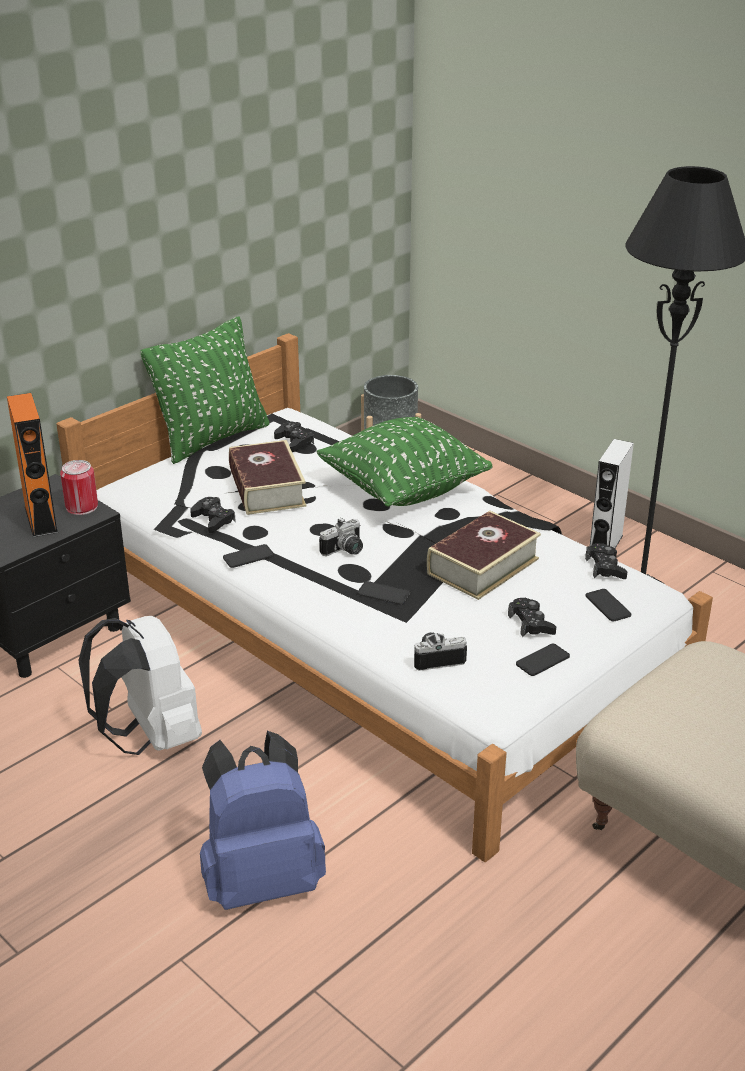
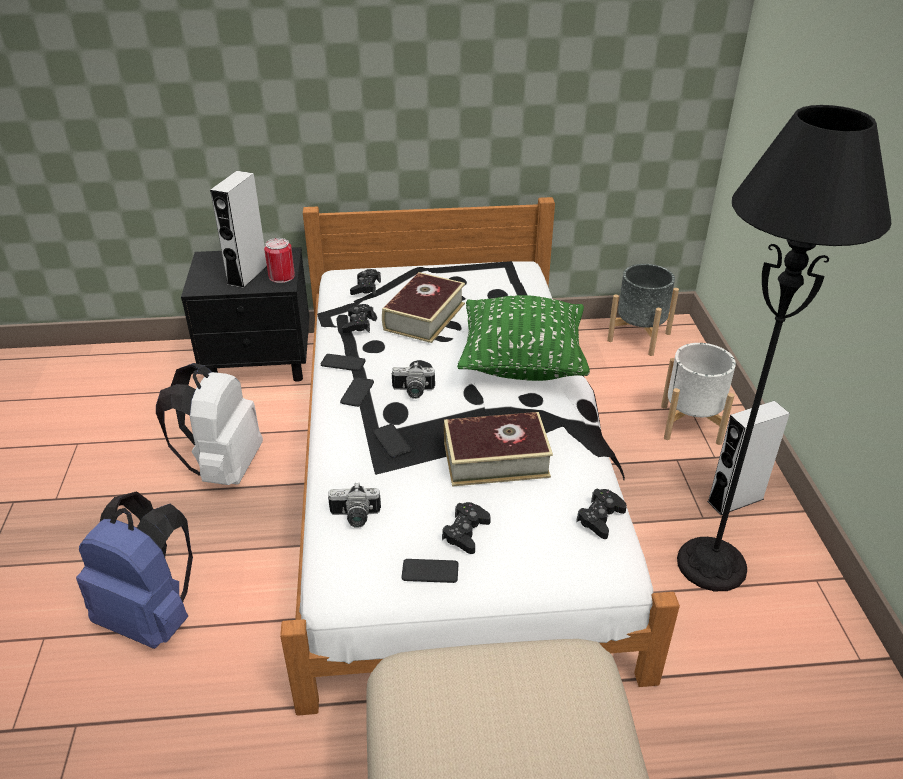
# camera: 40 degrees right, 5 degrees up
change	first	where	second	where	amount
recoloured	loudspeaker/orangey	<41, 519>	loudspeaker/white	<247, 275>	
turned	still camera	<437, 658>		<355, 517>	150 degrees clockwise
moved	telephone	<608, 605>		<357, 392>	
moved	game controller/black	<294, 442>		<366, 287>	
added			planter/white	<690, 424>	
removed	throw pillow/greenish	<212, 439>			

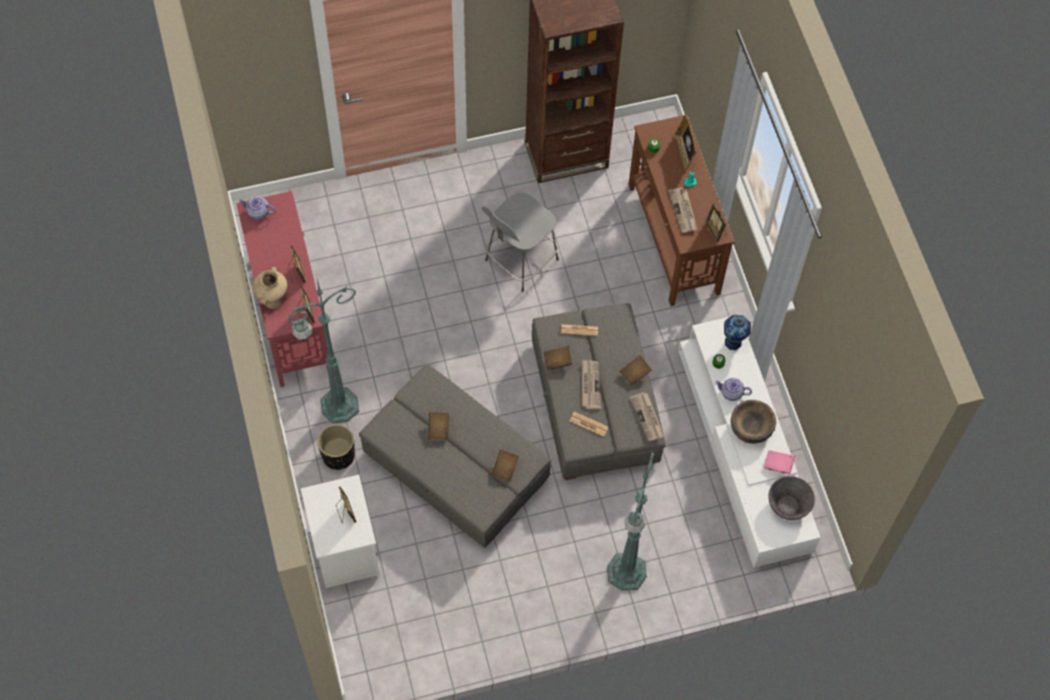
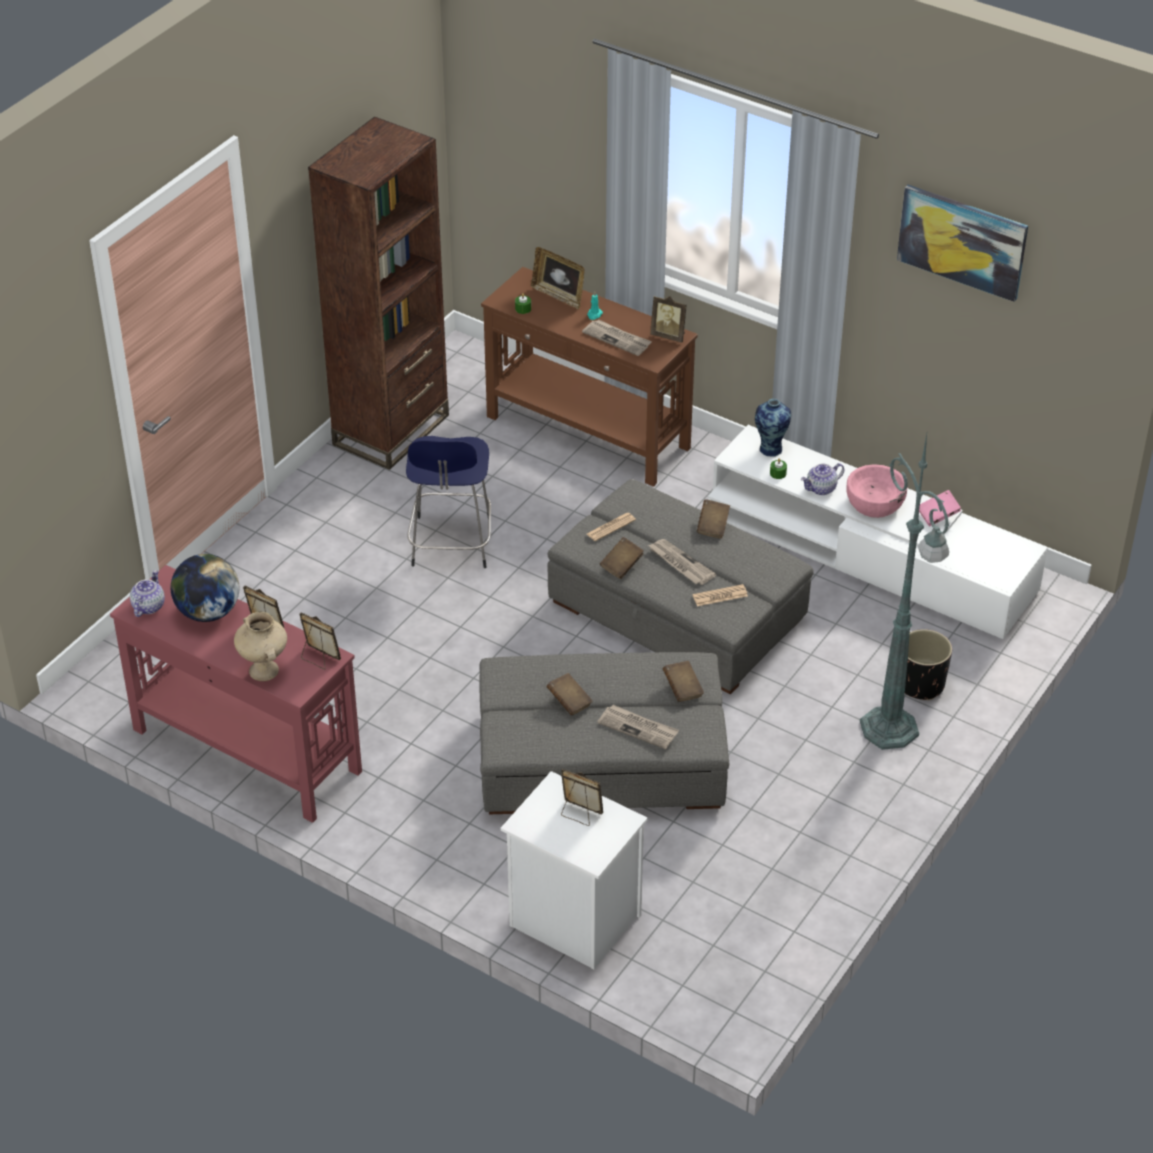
# camera: 40 degrees left, 20 degrees down
change	first	where	second	where	amount
turned	teapot	<258, 212>		<148, 606>	135 degrees clockwise
added			desk globe	<208, 612>	
recoloured	stool seat/gray	<519, 261>	stool seat/blue-coloured	<451, 545>	
moved	daily paper	<647, 417>		<638, 728>	
recoloured	bowl/brown	<751, 427>	bowl/pinkish	<875, 503>	
added			wall art	<962, 241>	
moved	planter/black	<338, 455>		<921, 685>	
removed	standing lamp/greenish	<337, 406>			
removed	bowl/gray	<788, 505>			

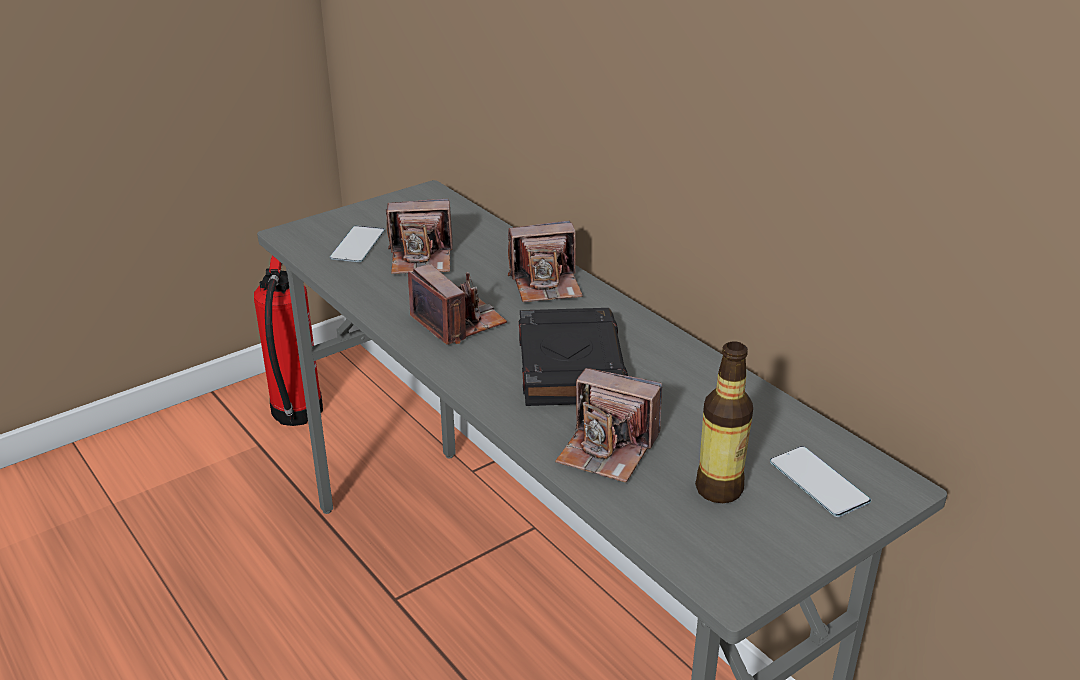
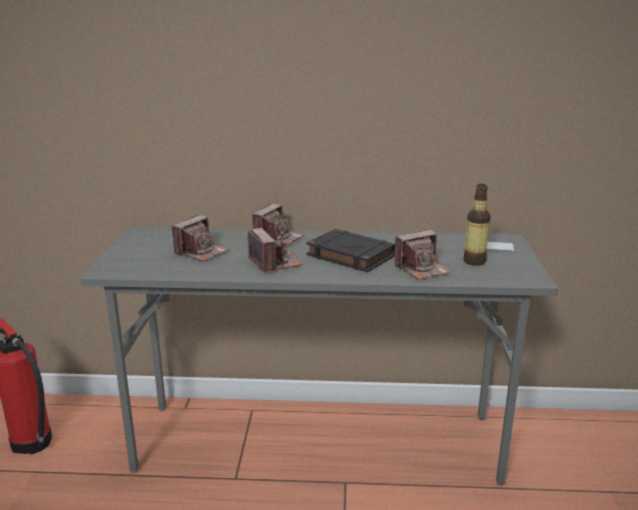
# camera: 50 degrees left, 10 degrees down
change	first	where	second	where	amount
turned	still camera	<458, 322>		<275, 263>	60 degrees clockwise
removed	telephone	<357, 244>			

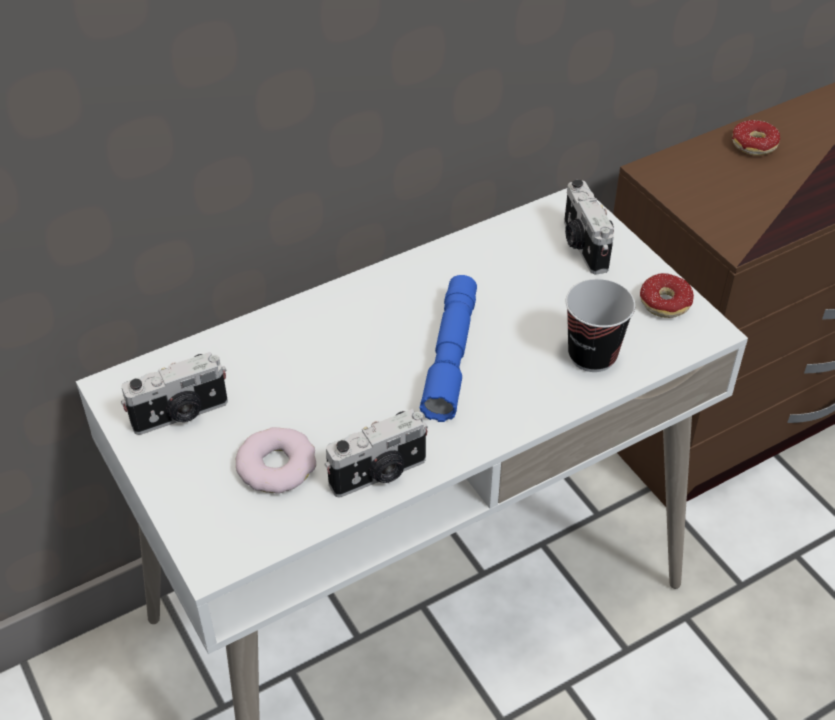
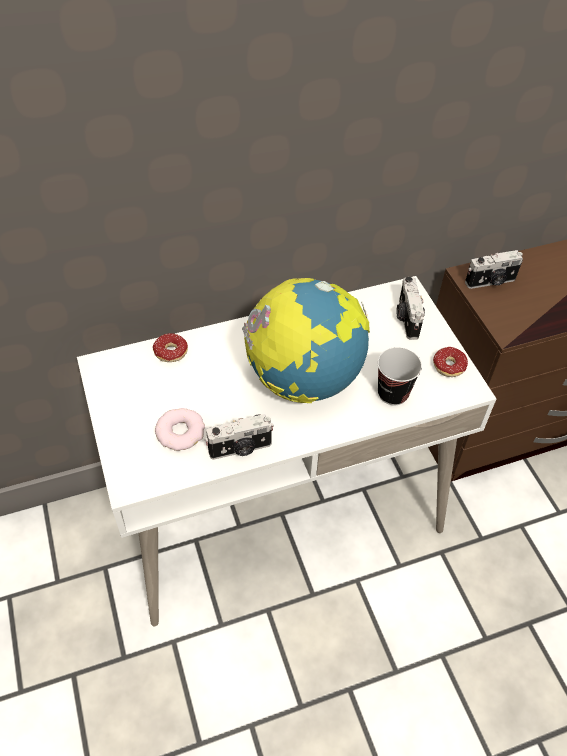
# camera: 10 degrees right, 5 degrees up
change	first	where	second	where	amount
moved	doughnut	<756, 150>		<169, 357>	
replaced	flashlight/blue-coloured	<450, 356>	desk globe	<304, 379>	
moved	still camera	<181, 415>		<491, 282>	

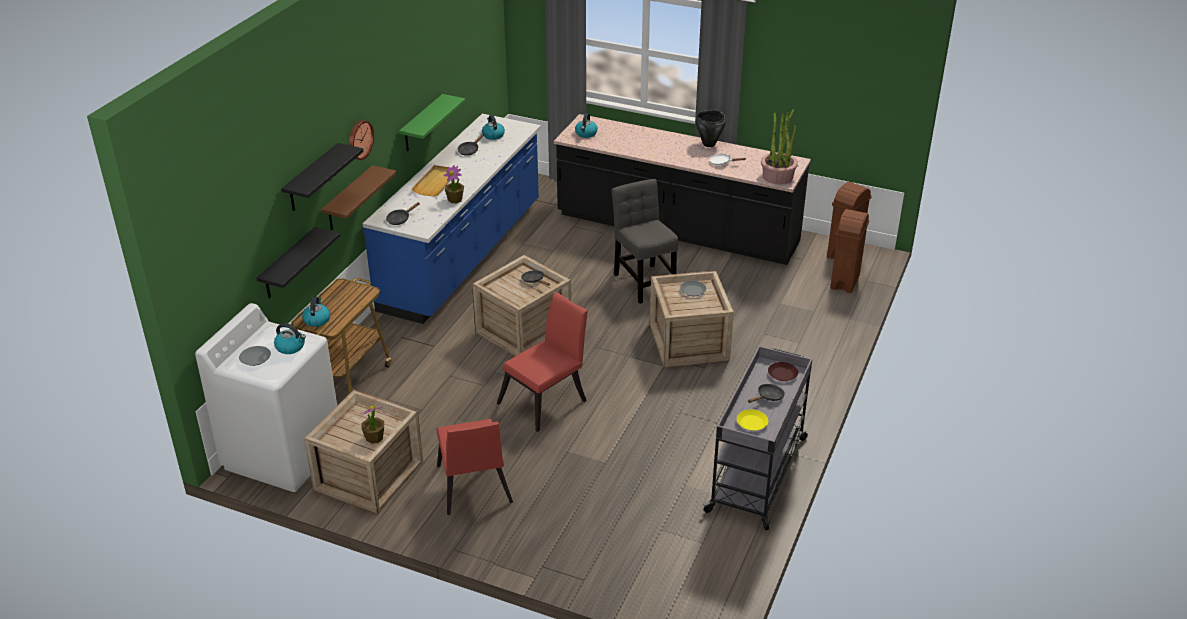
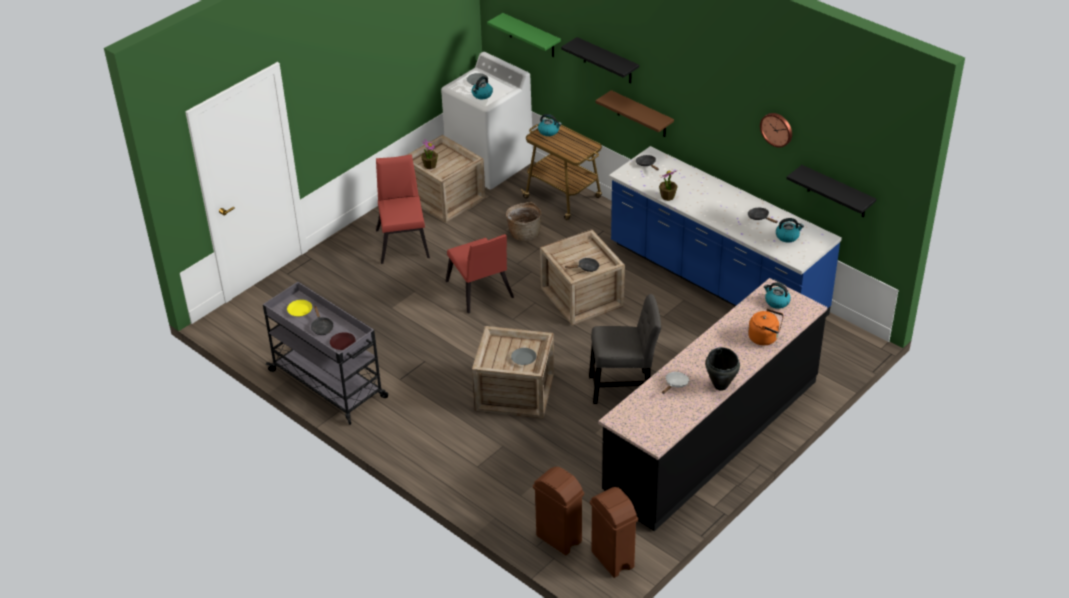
# camera: 110 degrees right, 5 degrees up
change	first	where	second	where	amount
turned	upright chair/red	<473, 489>		<403, 241>	75 degrees clockwise
moved	shelf/greenish	<422, 124>		<531, 36>	
added			basket	<524, 233>	
added			kettle/orangey	<765, 338>	
moved	hanging clock	<359, 139>		<777, 129>	
moved	shelf/black	<288, 264>		<837, 192>	
removed	tray/beige-coloured	<436, 182>			
removed	potted plant	<778, 176>			

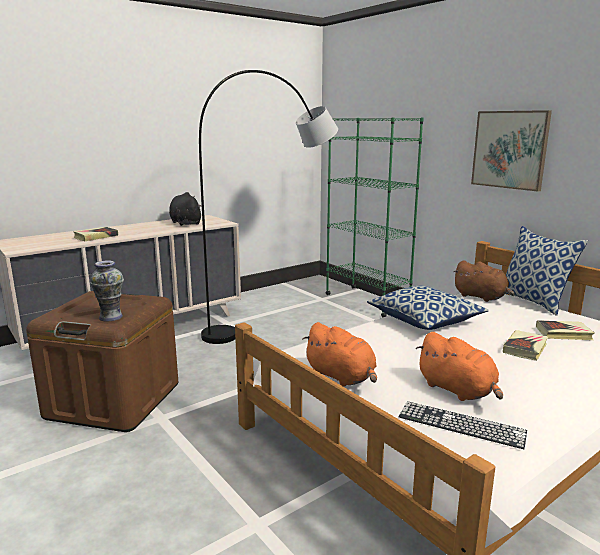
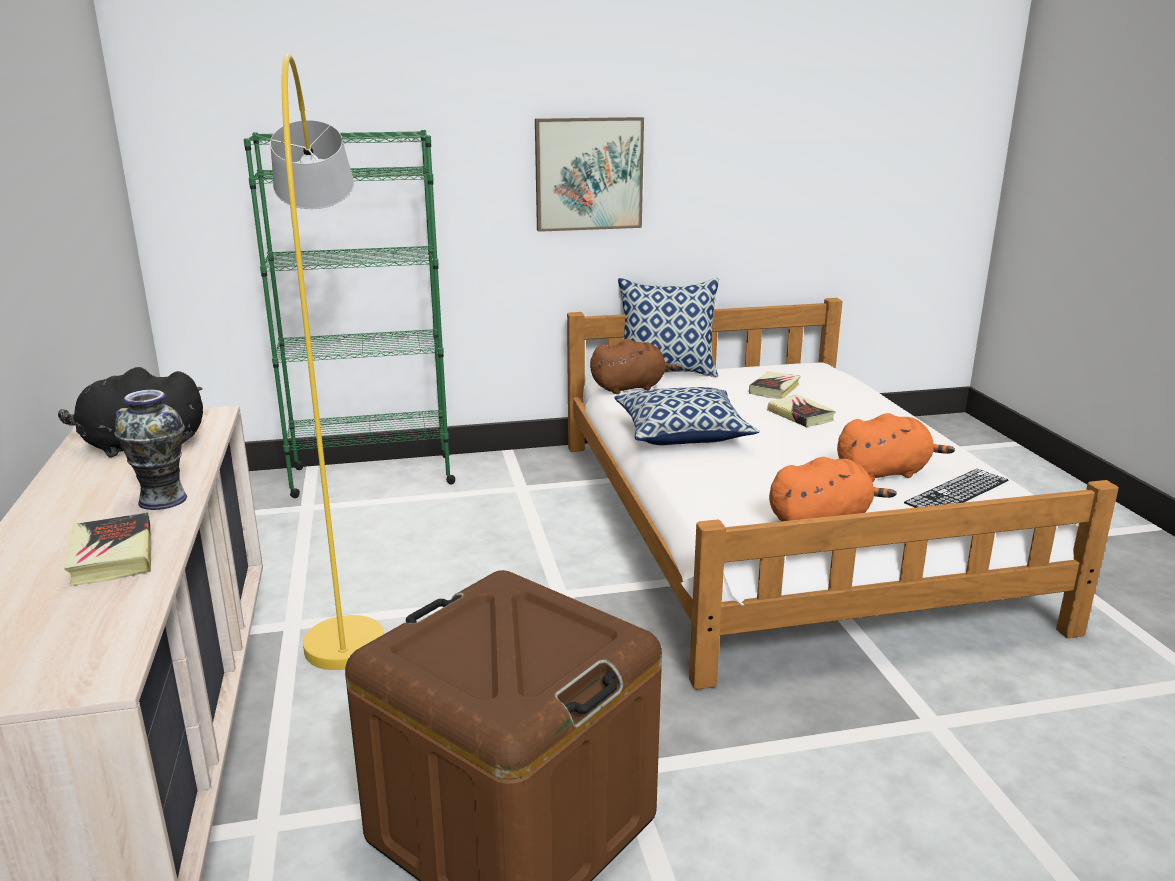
# camera: 65 degrees left, 5 degrees up
change	first	where	second	where	amount
moved	flower vase	<110, 317>		<162, 500>	
recoloured	standing lamp/gray	<275, 321>	standing lamp/yellow-coloured	<347, 573>	

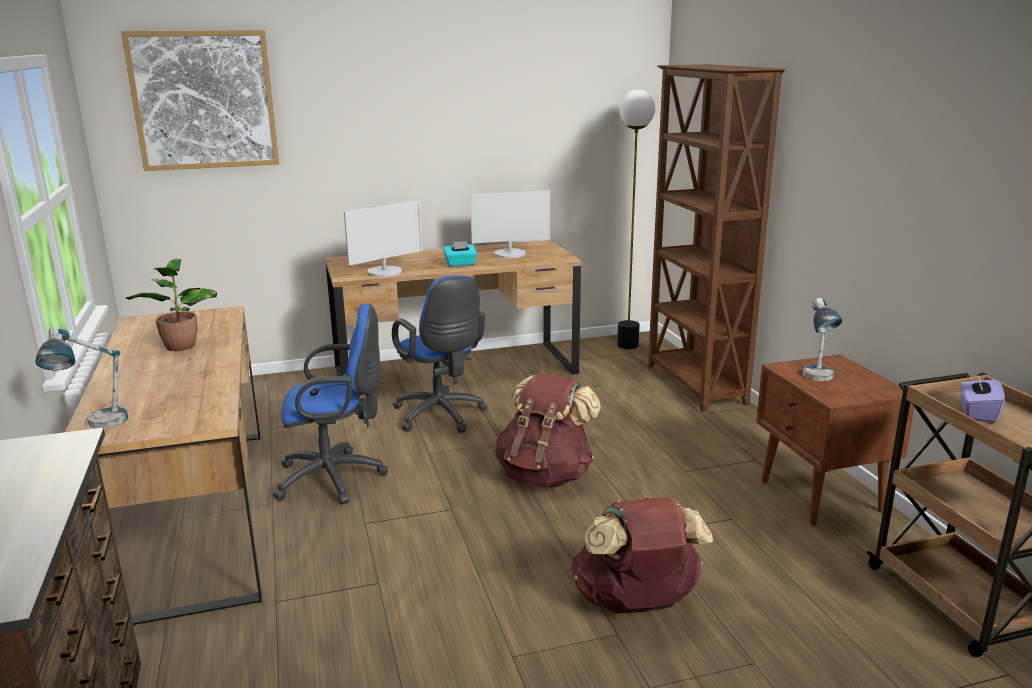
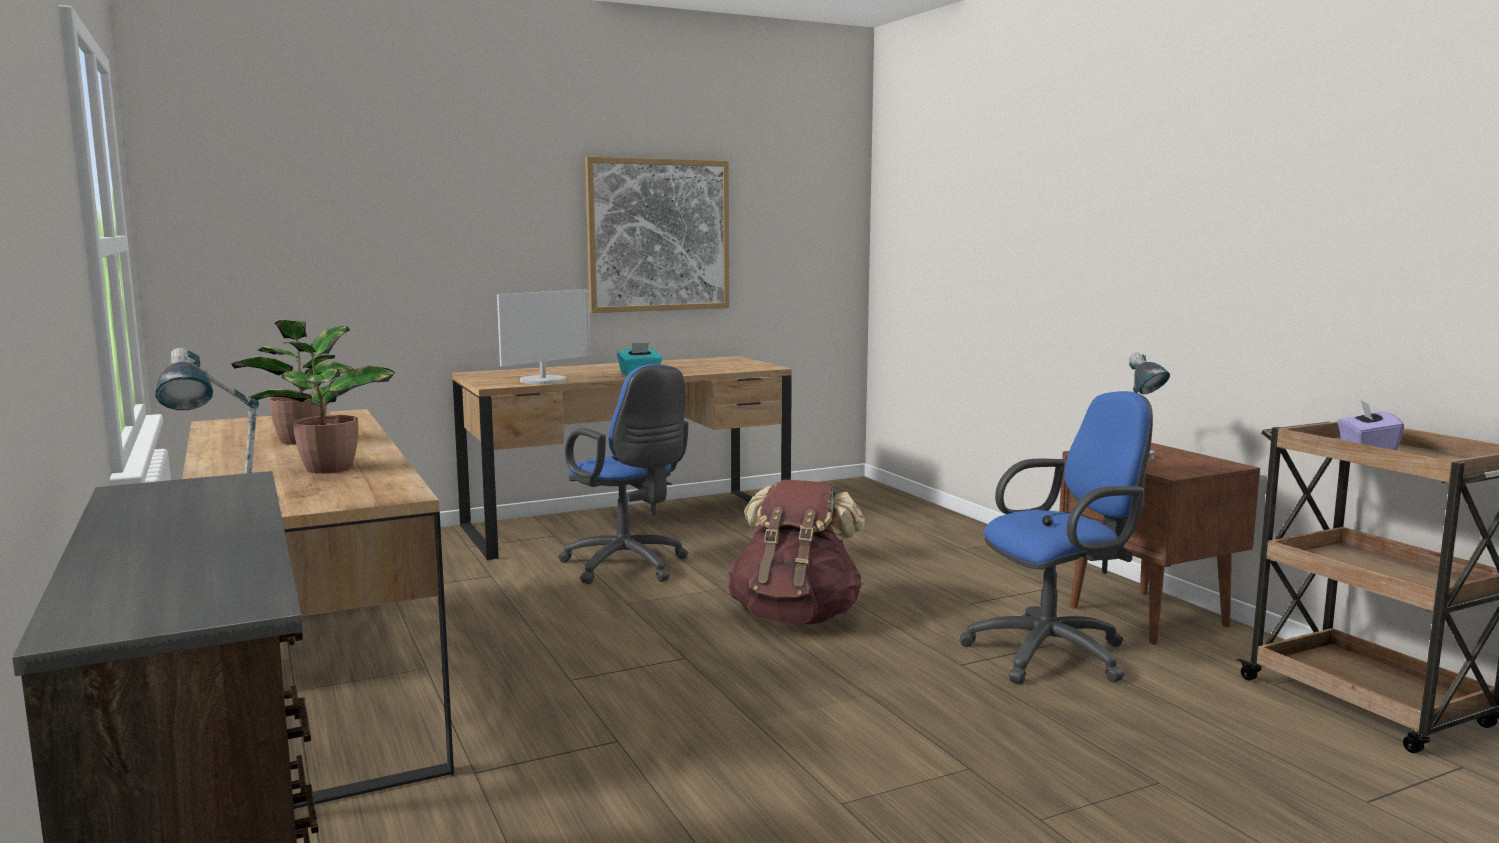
# camera: 10 degrees left, 10 degrees down
change	first	where	second	where	amount
added			potted plant	<327, 469>	
moved	wall art	<204, 100>		<658, 235>	
moved	desk chair/blue-coloured	<336, 478>		<1056, 653>	
removed	computer screen	<510, 254>			
removed	knapsack/brown	<636, 604>			
removed	standing lamp	<628, 345>			
removed	shelving unit/brown	<695, 385>			

